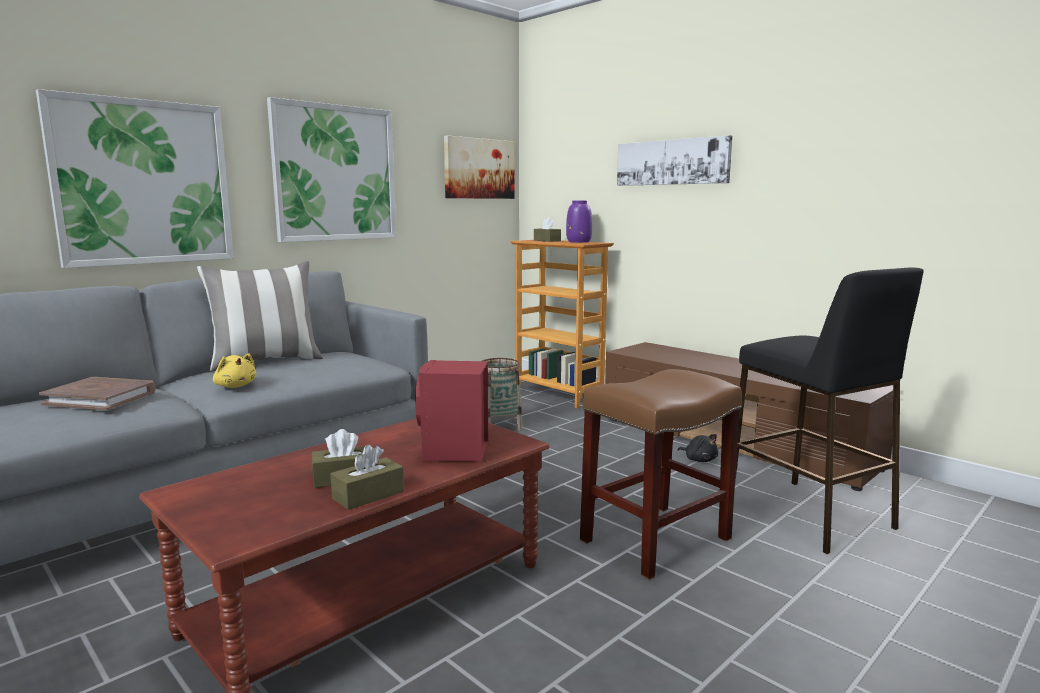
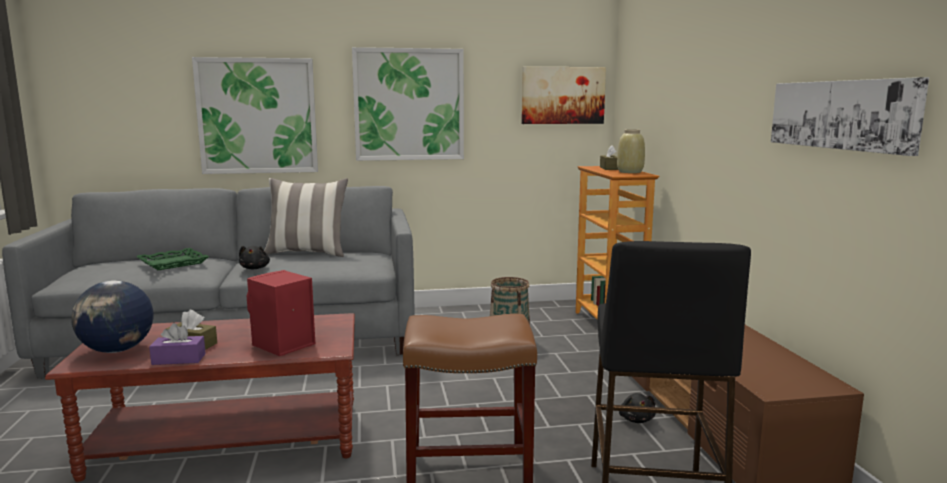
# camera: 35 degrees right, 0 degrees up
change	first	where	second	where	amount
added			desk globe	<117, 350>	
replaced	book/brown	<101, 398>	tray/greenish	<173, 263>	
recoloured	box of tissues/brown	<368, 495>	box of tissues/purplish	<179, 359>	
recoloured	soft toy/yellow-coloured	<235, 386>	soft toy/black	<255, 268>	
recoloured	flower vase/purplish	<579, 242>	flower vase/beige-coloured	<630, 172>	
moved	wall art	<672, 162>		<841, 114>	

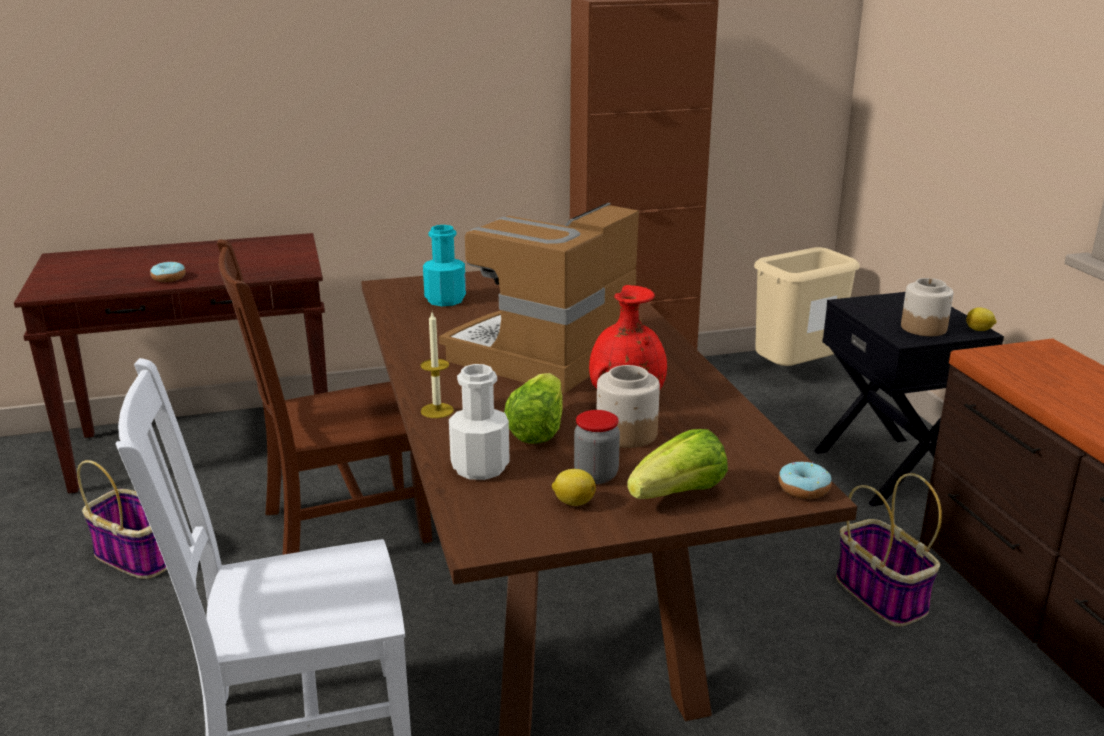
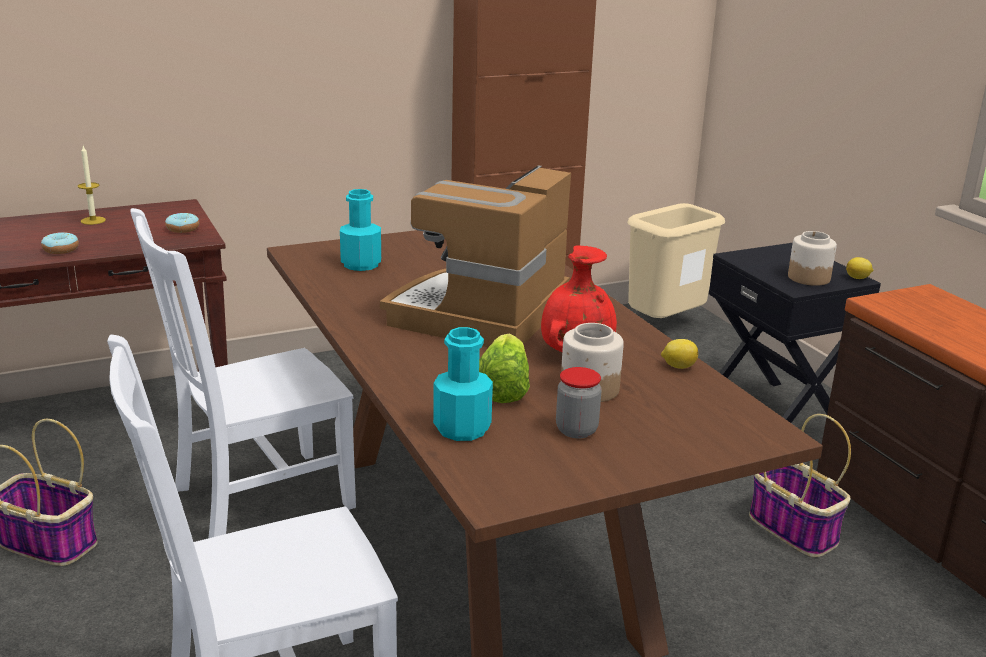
# camera: 10 degrees left, 0 degrees up
change	first	where	second	where	amount
moved	wax light	<437, 410>		<93, 220>	
recoloured	upright chair/brown	<340, 527>	upright chair/white	<257, 499>	
moved	doughnut	<803, 489>		<183, 229>	
recoloured	beverage bottle/white	<480, 467>	beverage bottle/turquoise	<462, 428>	
moved	citrus fruit	<573, 502>		<678, 366>	
removed	lettuce head	<679, 494>			

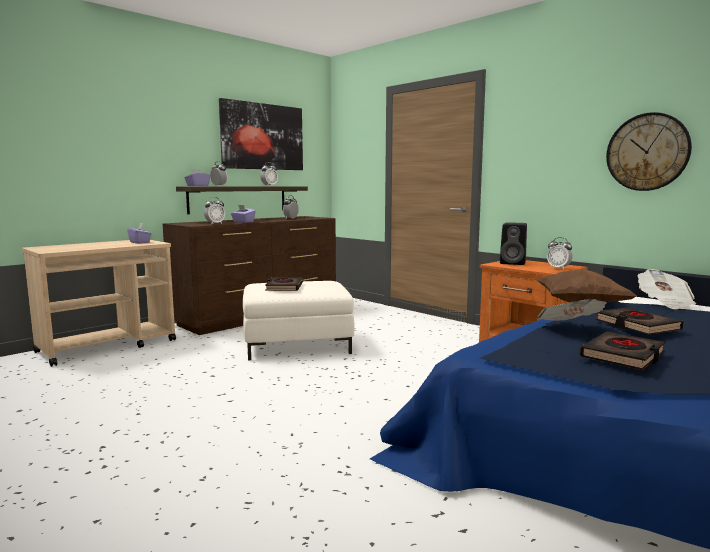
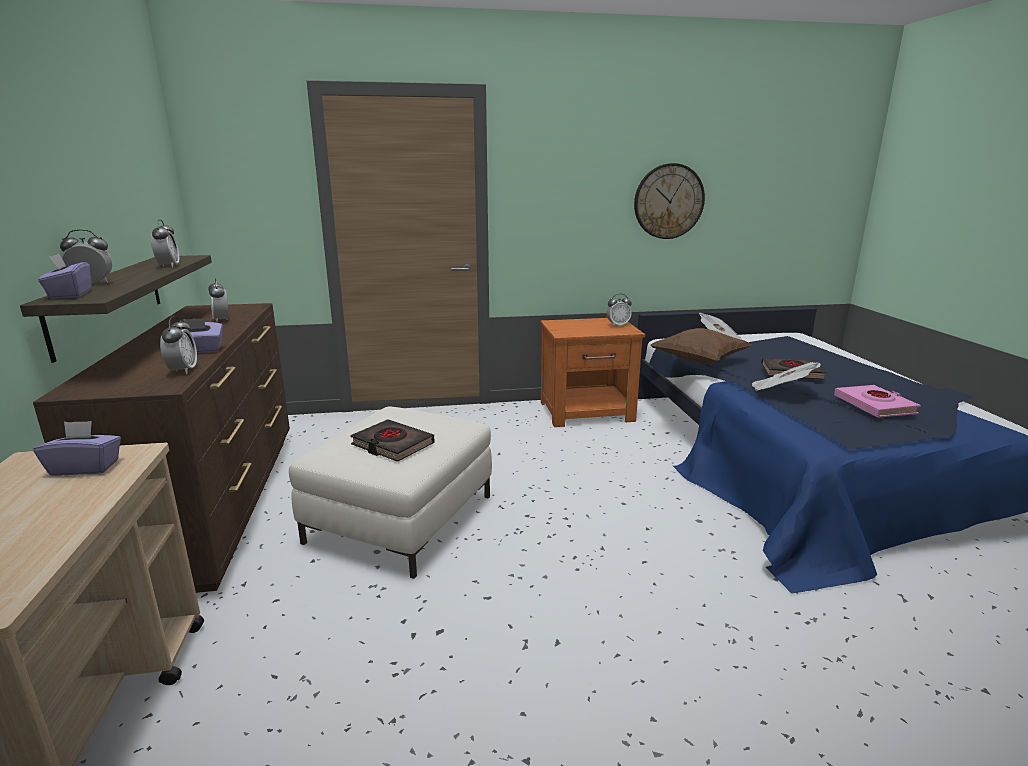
# camera: 55 degrees left, 10 degrees up
change	first	where	second	where	amount
recoloured	book/black	<623, 356>	book/pinkish	<874, 405>	
removed	wall art	<262, 136>			
removed	loudspeaker/black	<513, 263>			

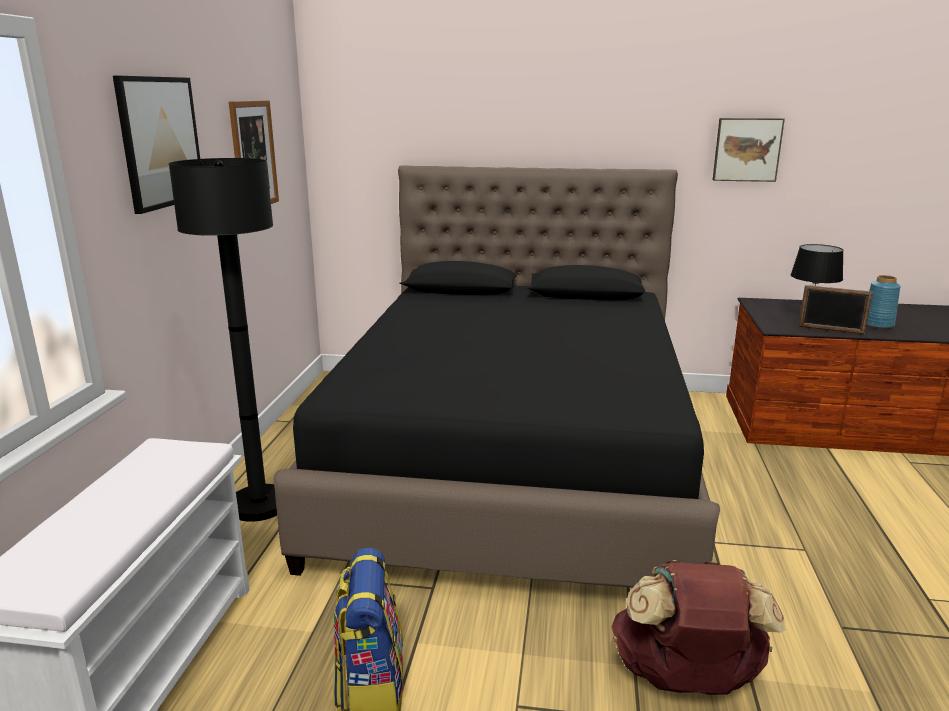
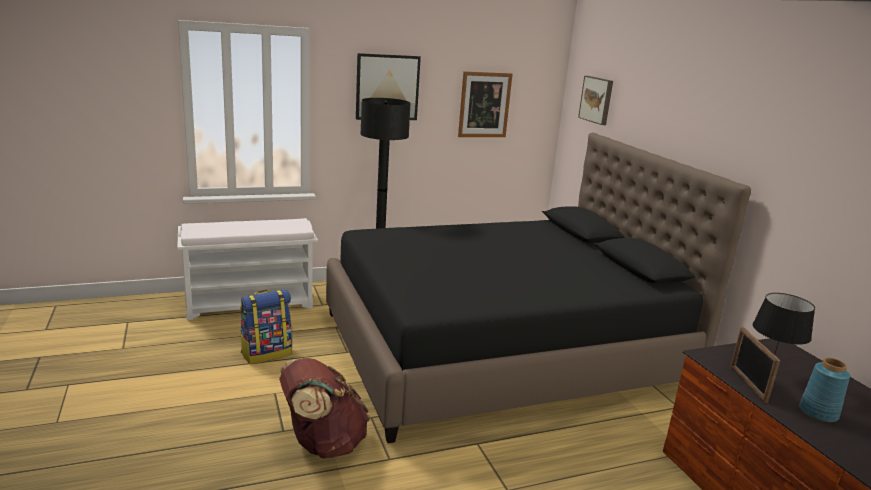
# camera: 60 degrees right, 0 degrees up
change	first	where	second	where	amount
moved	wall art	<746, 149>		<597, 100>	

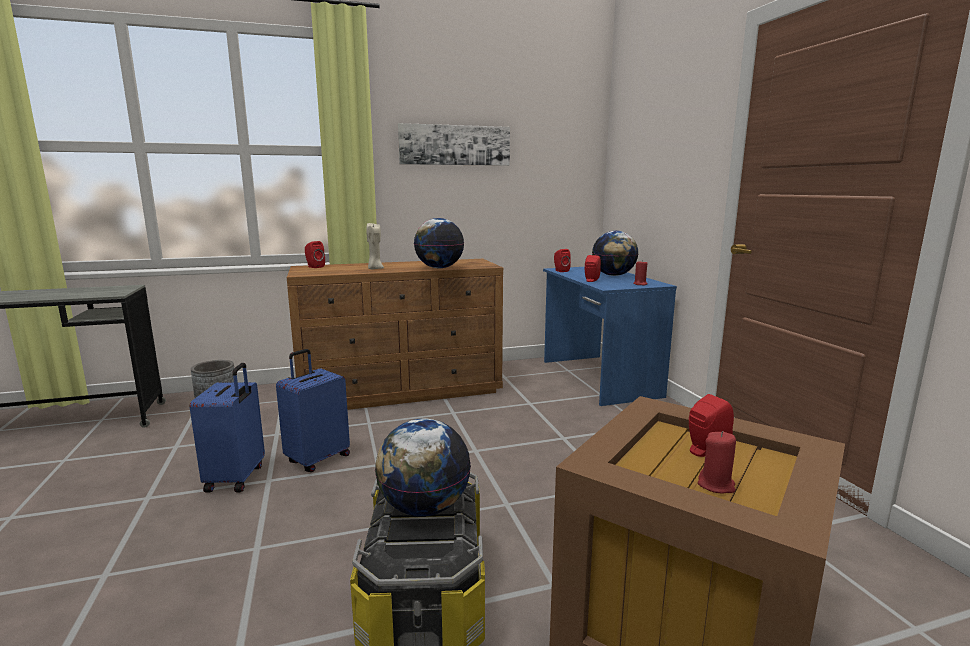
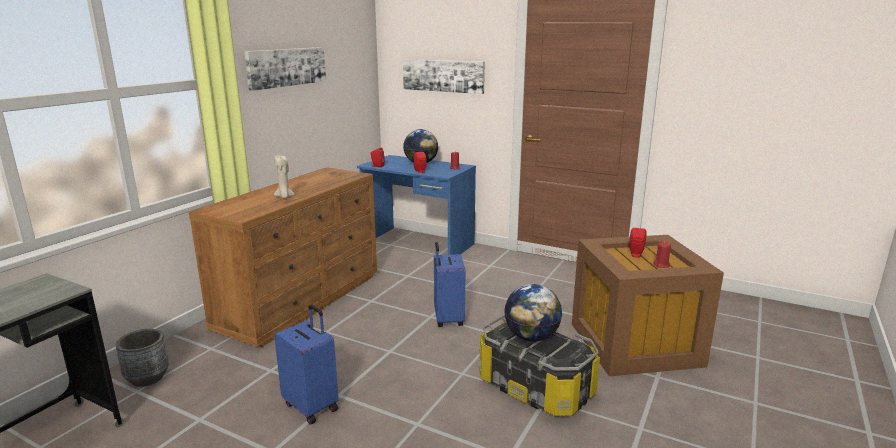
# camera: 45 degrees left, 5 degrees up
change	first	where	second	where	amount
added			wall art	<443, 75>	
moved	travel case/blue-coloured	<317, 459>		<447, 319>	
removed	loudspeaker/red	<314, 267>			
removed	desk globe	<439, 268>			

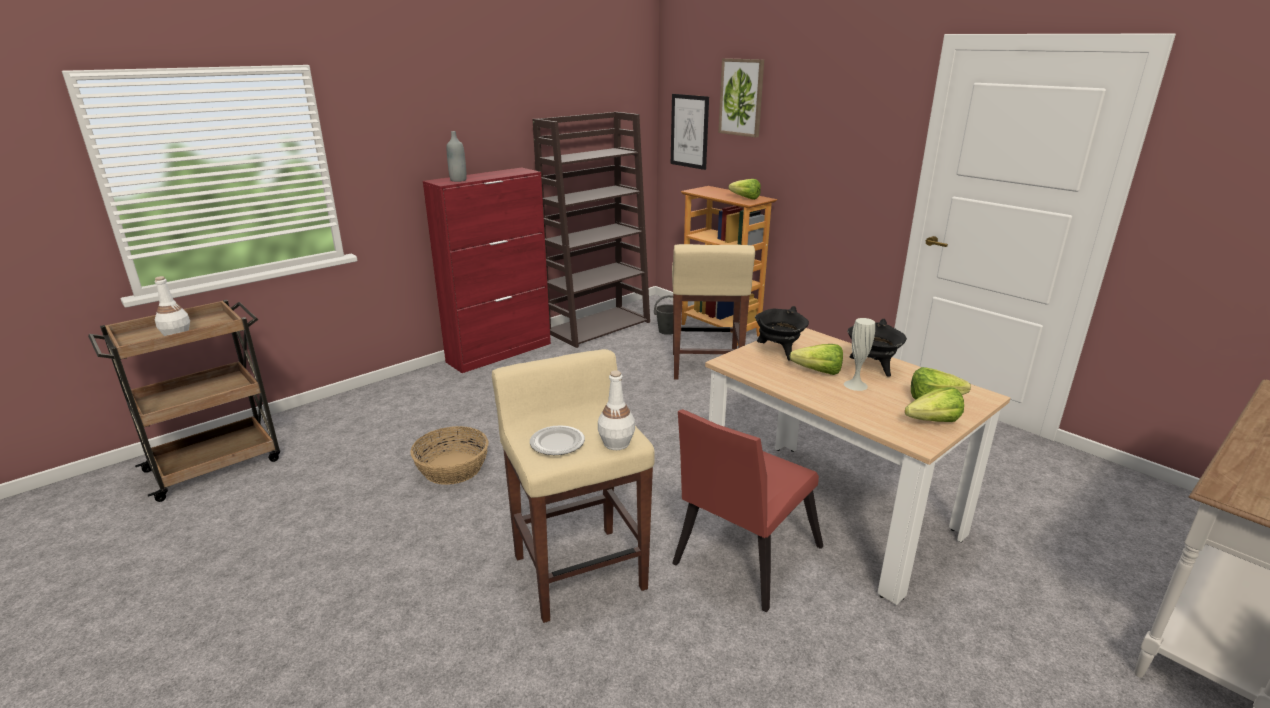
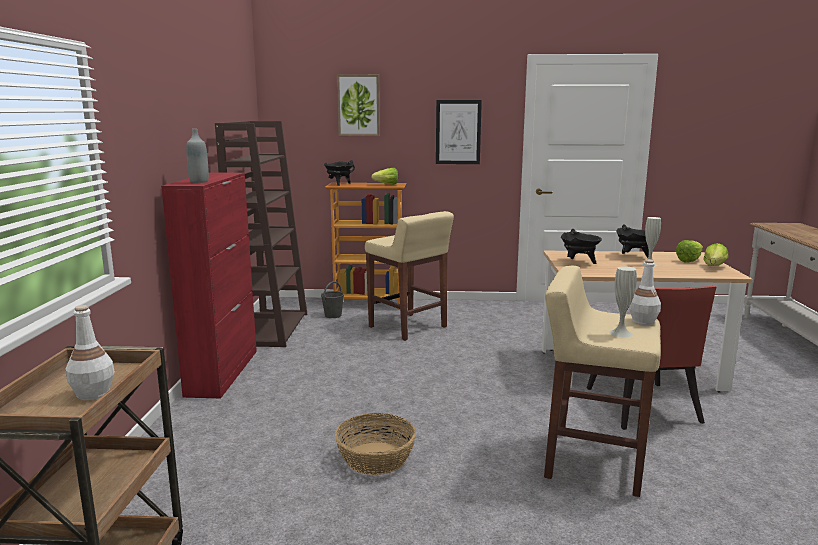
# camera: 45 degrees left, 10 degrees down
change	first	where	second	where	amount
added			cooking pot/black	<339, 184>	
moved	wall art	<689, 131>		<458, 132>	
replaced	flat dish	<558, 443>	flower vase/white	<620, 333>	
removed	lettuce head	<814, 371>			

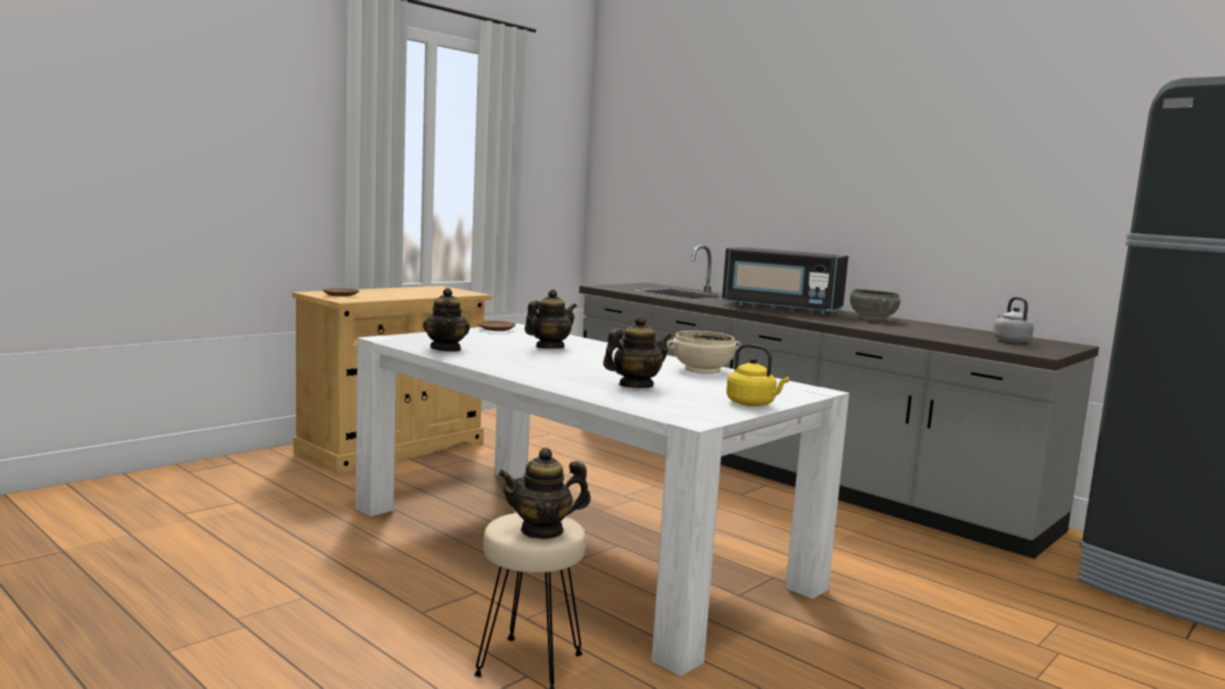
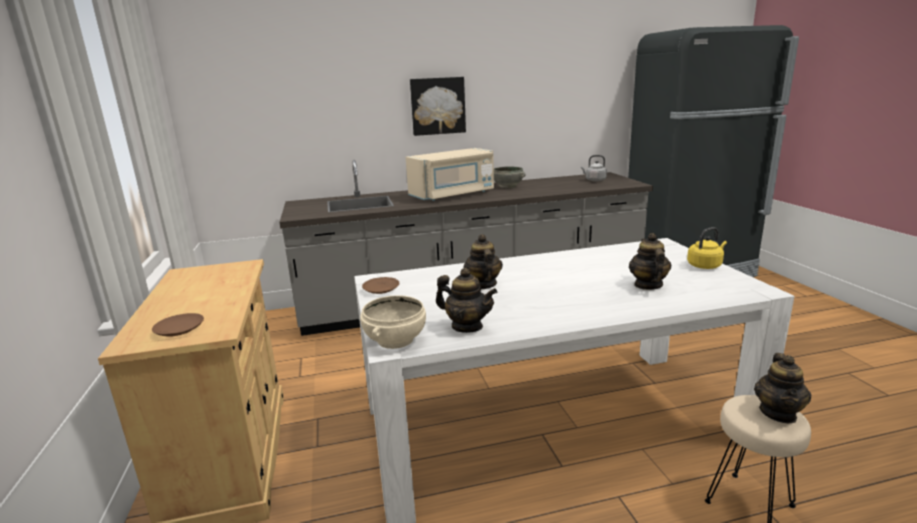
# camera: 55 degrees left, 10 degrees up
change	first	where	second	where	amount
moved	bowl/beige-coloured	<702, 370>		<394, 340>	
recoloured	kitchen microwave/black	<780, 308>	kitchen microwave/beige-coloured	<453, 195>	
added			wall art	<437, 106>	

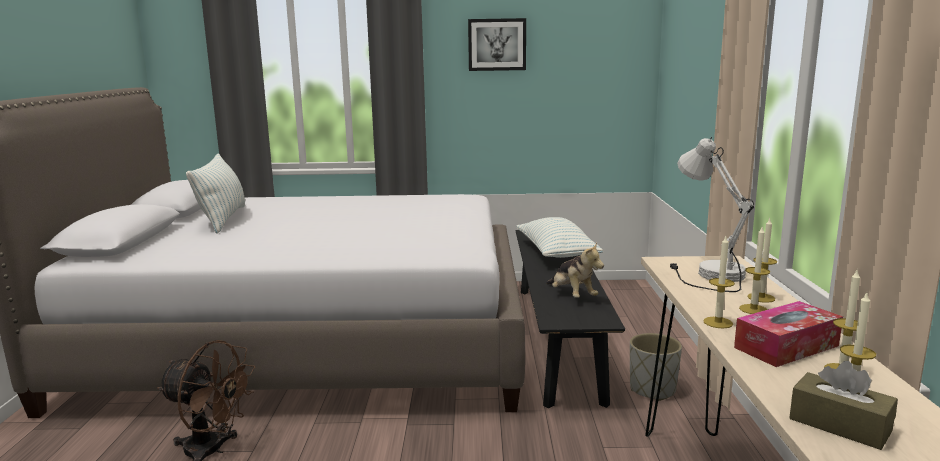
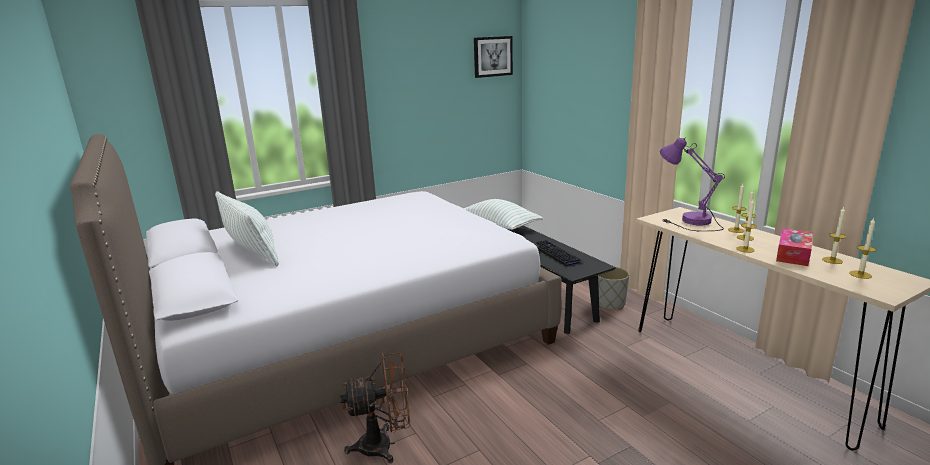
# camera: 30 degrees left, 5 degrees up
change	first	where	second	where	amount
moved	wall art	<497, 44>		<492, 56>	
replaced	soft toy	<572, 296>	keyboard	<556, 253>	
recoloured	tabletop lamp/white	<705, 275>	tabletop lamp/purplish	<688, 222>	
removed	box of tissues/brown	<839, 425>			

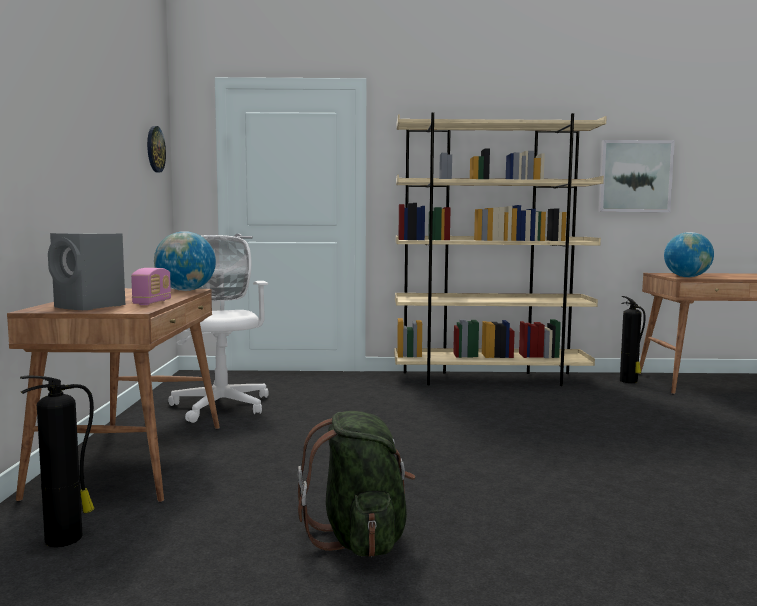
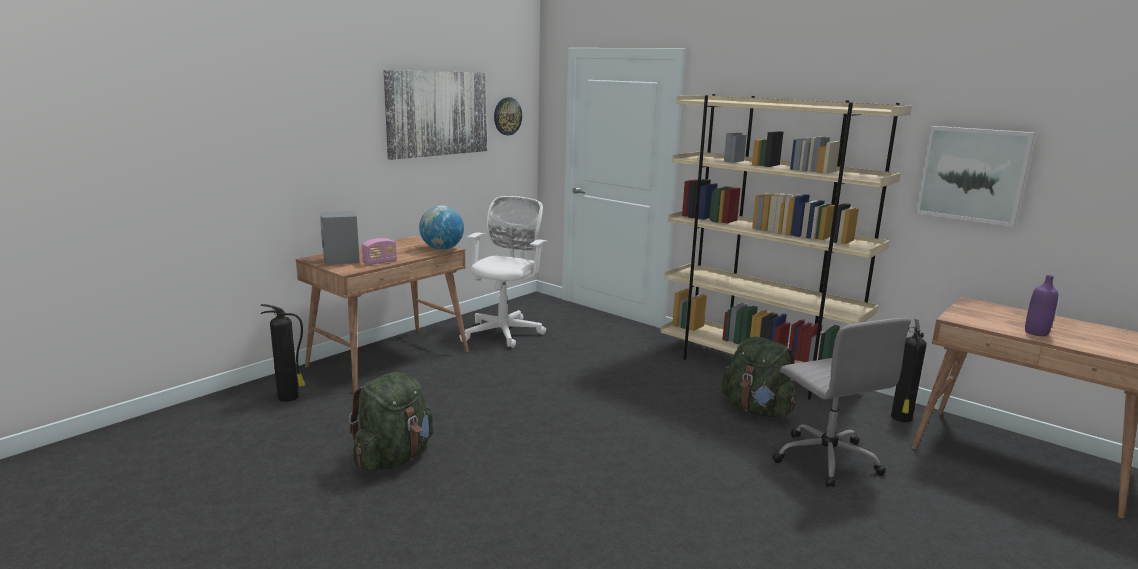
# camera: 40 degrees right, 10 degrees up
change	first	where	second	where	amount
added			wall art	<437, 113>	
added			knapsack/greenish	<757, 410>	
added			desk chair/gray	<825, 458>	
added			beverage bottle/purplish	<1036, 333>	
removed	desk globe	<687, 277>			

